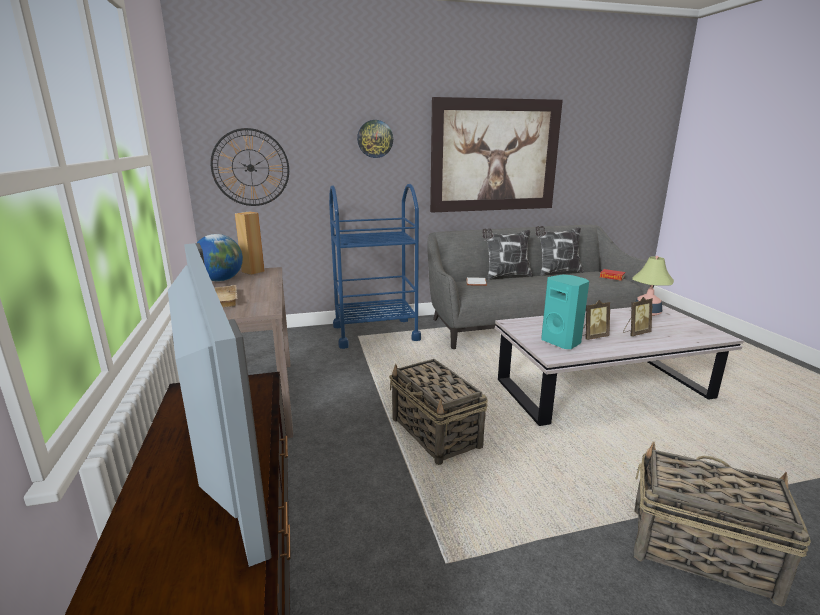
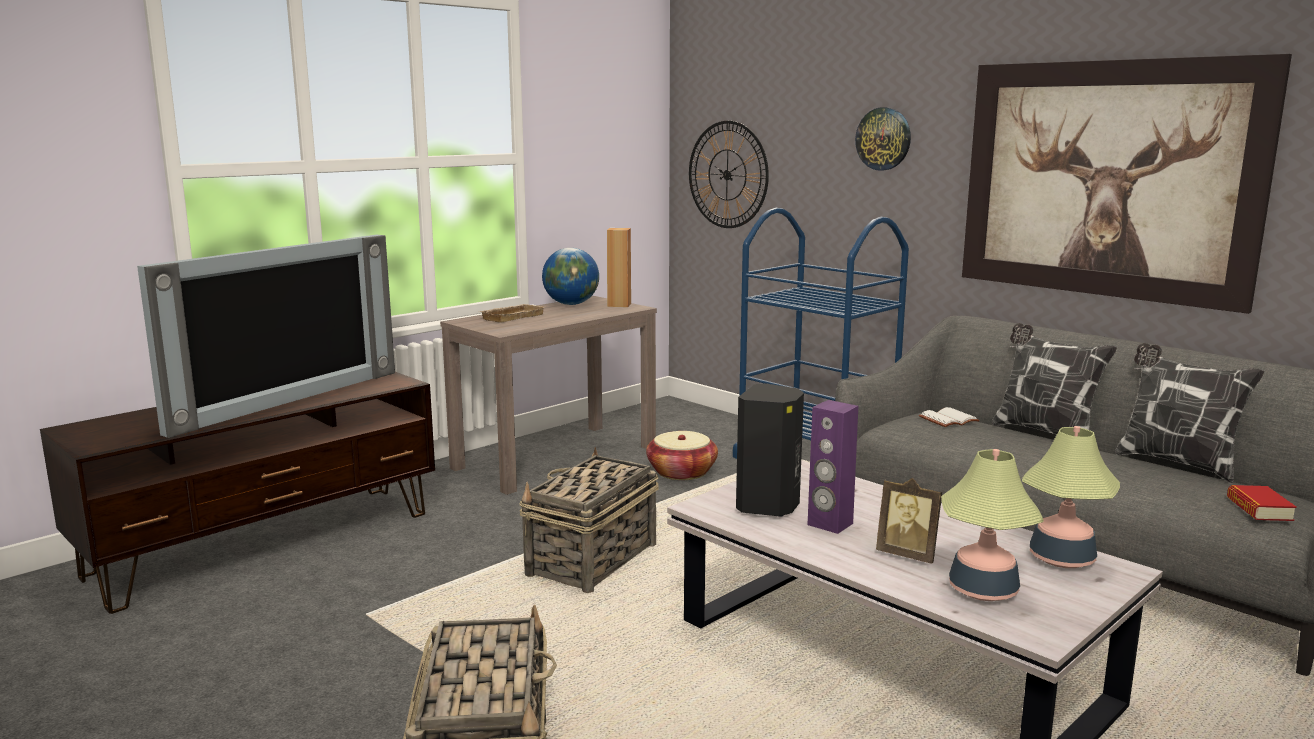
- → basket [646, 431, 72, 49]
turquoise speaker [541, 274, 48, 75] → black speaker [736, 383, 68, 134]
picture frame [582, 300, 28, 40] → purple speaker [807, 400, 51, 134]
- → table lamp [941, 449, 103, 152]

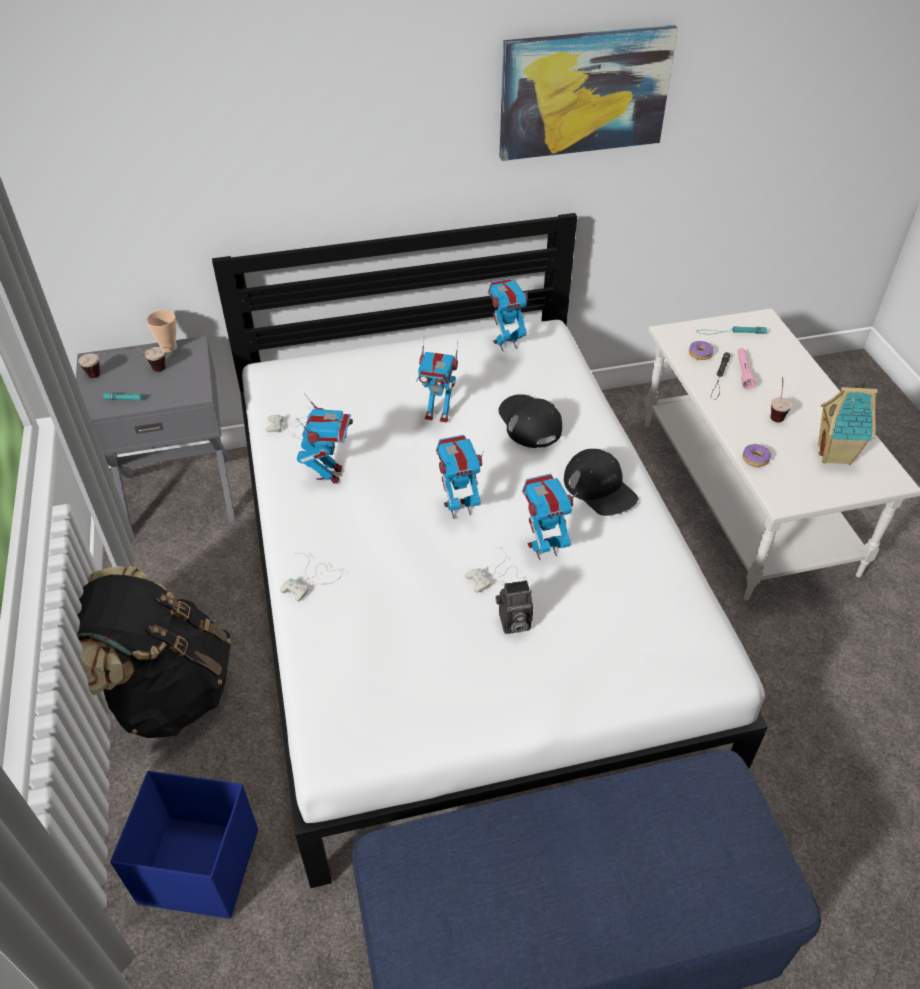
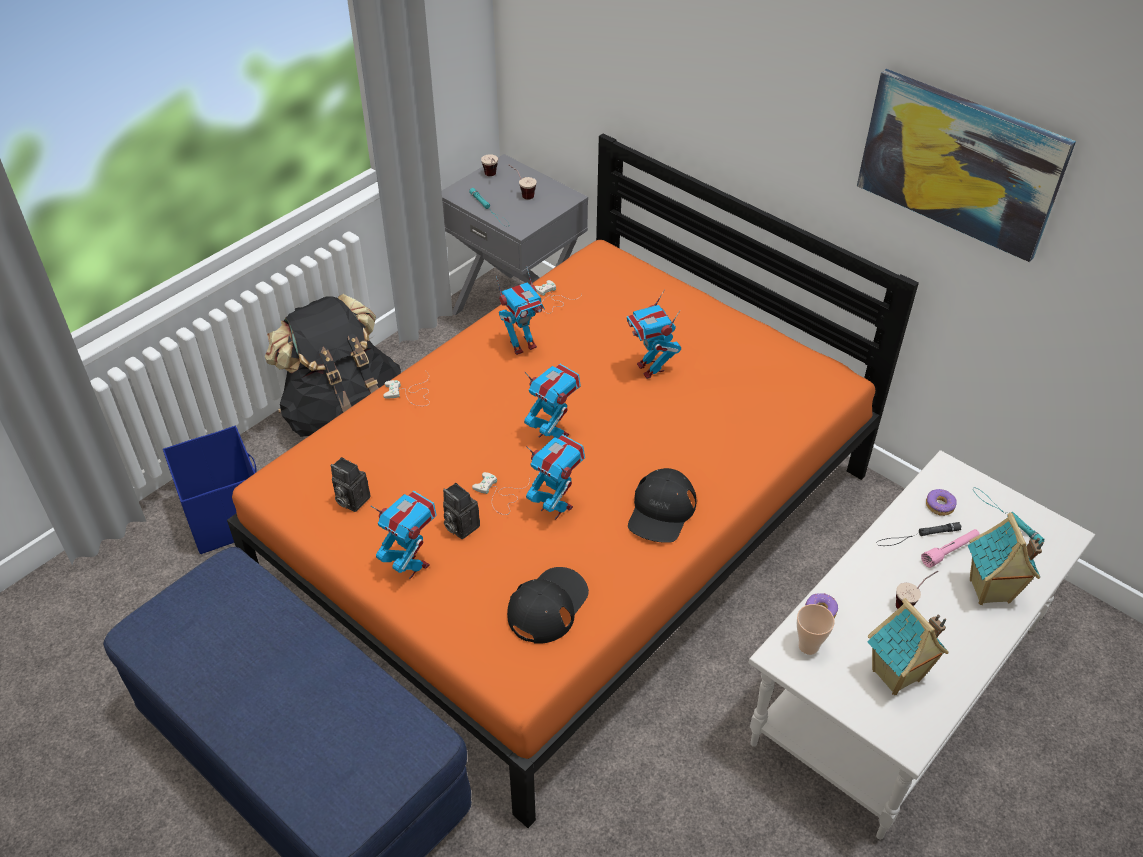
white bed [212, 213, 556, 675] → orange bed [227, 133, 692, 695]
- → photo camera [331, 457, 39, 55]
toy robot [488, 278, 43, 74] → toy robot [371, 491, 66, 88], moved
black cap [499, 394, 63, 54] → black cap [507, 567, 82, 77], moved
cup [146, 310, 31, 43] → cup [797, 604, 38, 51], moved
- → toy house [968, 512, 76, 93]

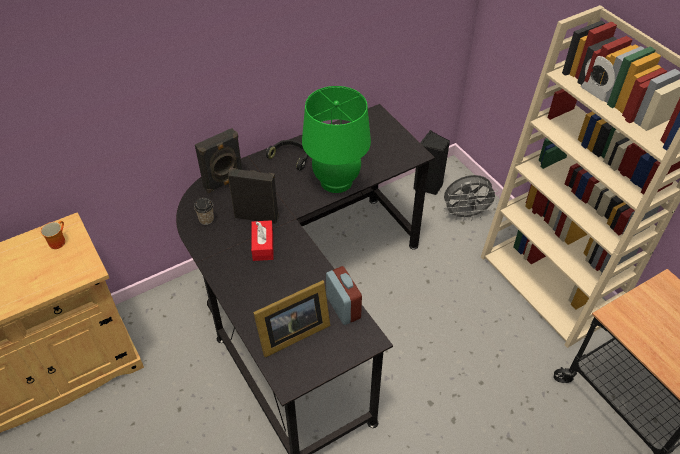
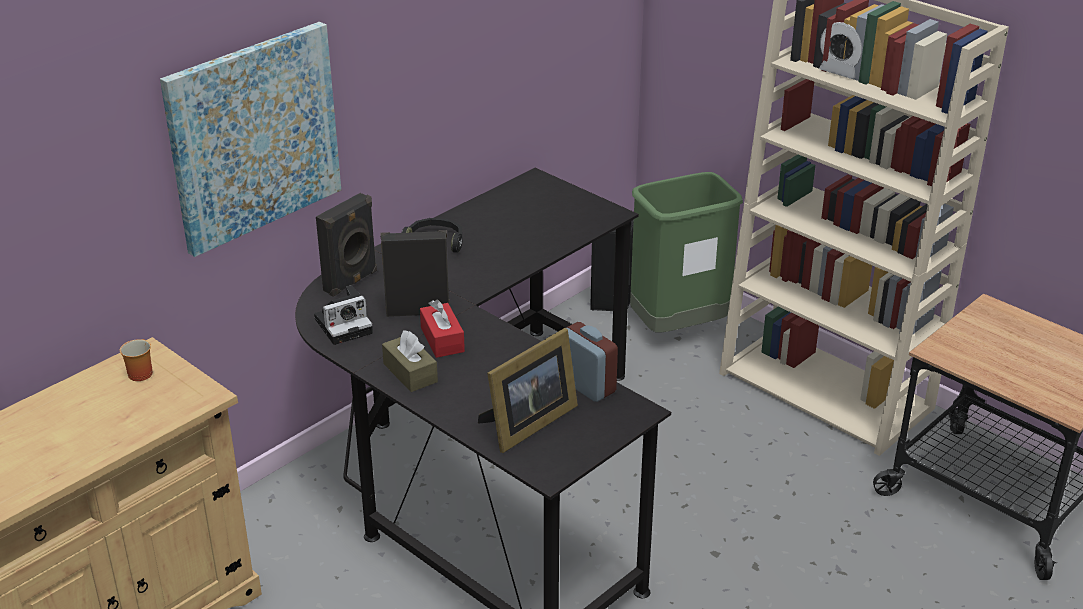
- → picture [160, 22, 181, 235]
cup [194, 198, 20, 27] → photo camera [314, 285, 59, 60]
- → brown tissue box [382, 330, 56, 62]
grey fan [443, 175, 56, 46] → green trash can [630, 172, 113, 160]
green table lamp [302, 86, 69, 107] → -

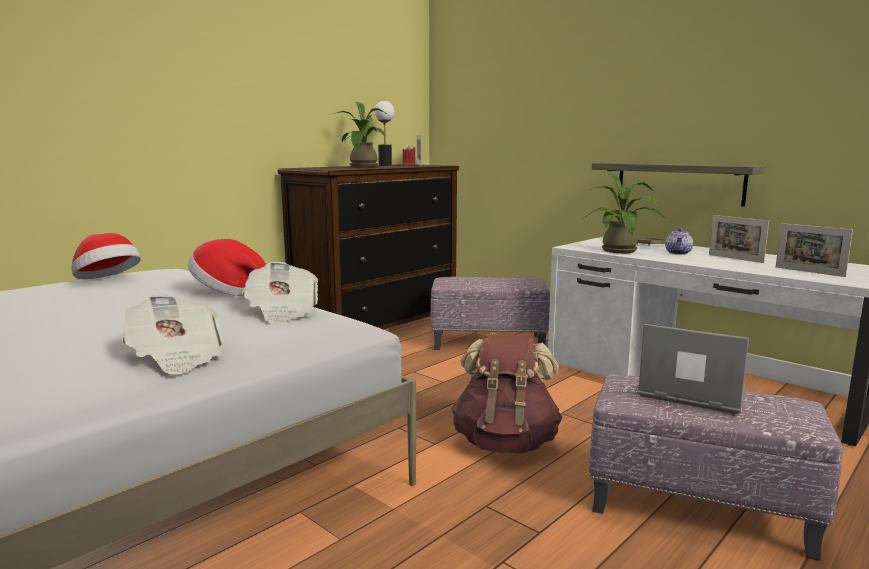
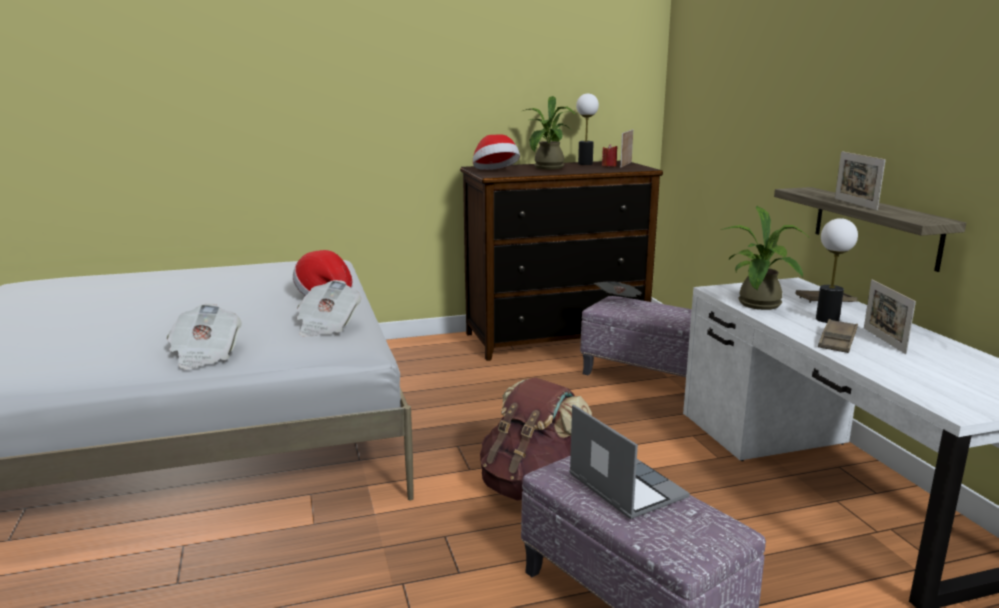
hat [71, 233, 70, 46] → hat [473, 134, 47, 36], moved
- → newspaper [594, 281, 48, 16]
teapot [665, 228, 28, 27] → table lamp [816, 218, 42, 105]
- → brown tray [818, 319, 40, 34]
picture frame [776, 223, 77, 54] → picture frame [835, 151, 51, 59], moved

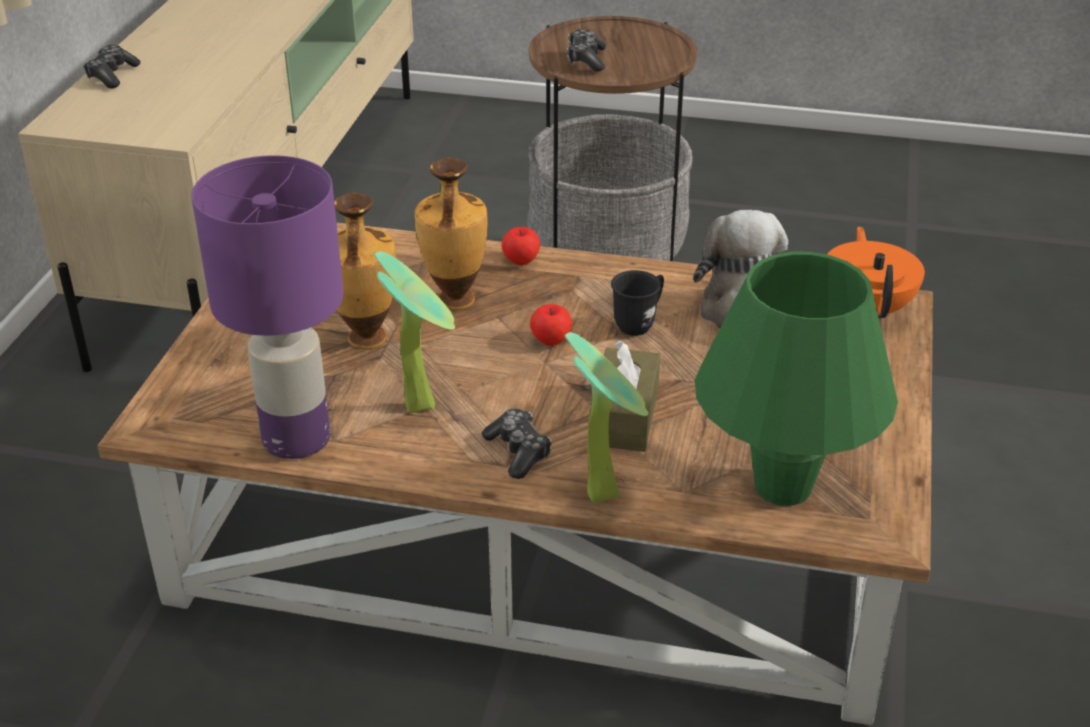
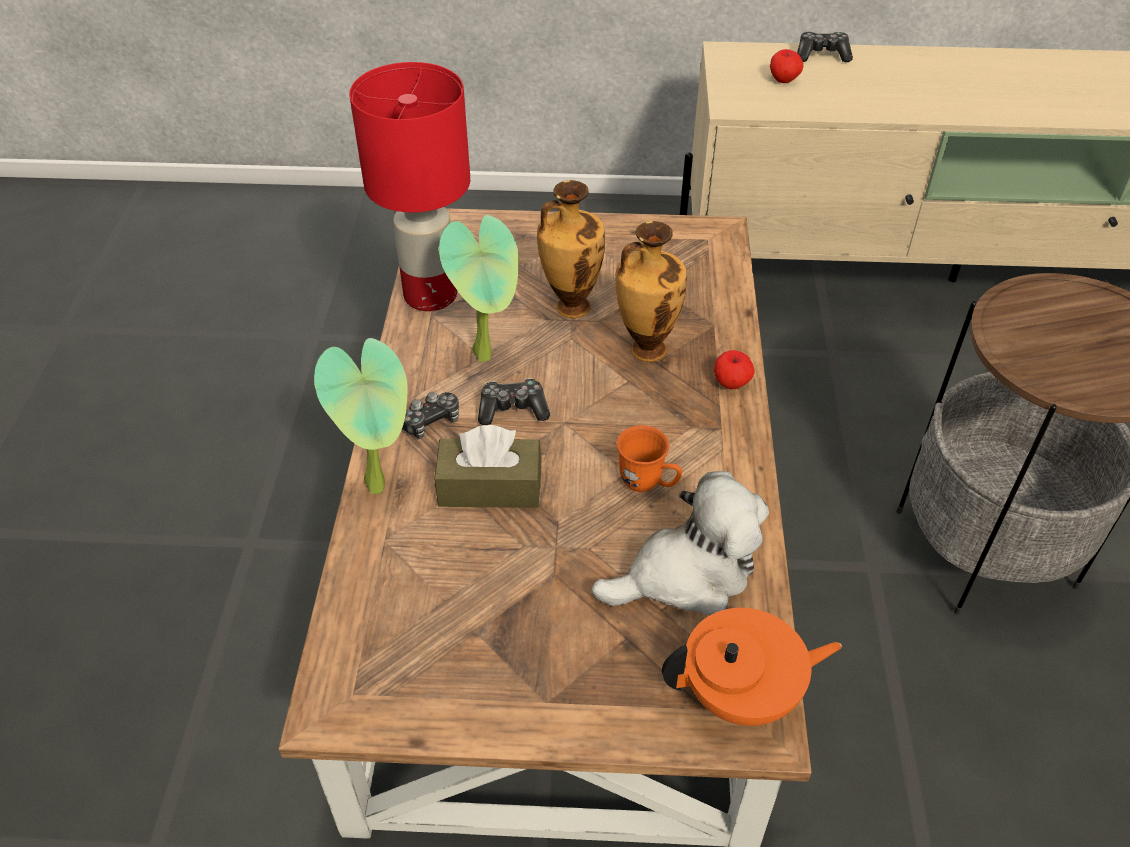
purple table lamp [192, 155, 152, 304] → red table lamp [349, 62, 121, 249]
game controller [566, 29, 40, 43] → game controller [478, 378, 72, 47], moved
black mug [611, 270, 53, 66] → orange mug [617, 425, 65, 67]
apple [530, 304, 42, 42] → apple [770, 49, 33, 34], moved
green table lamp [695, 251, 203, 255] → -

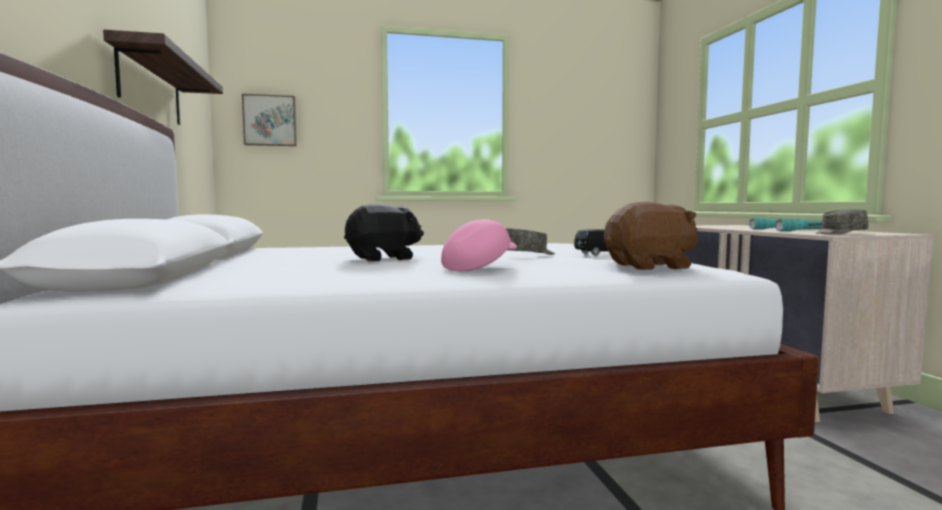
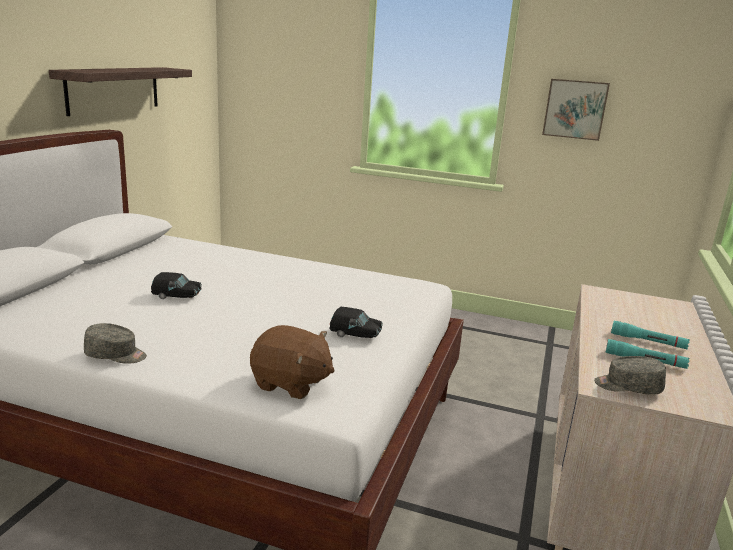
grey cap [505, 228, 50, 27] → grey cap [84, 323, 63, 41], moved
black plush toy [344, 204, 80, 58] → black toy car [151, 272, 51, 27]
picture [242, 94, 55, 52] → picture [542, 79, 68, 62], moved
pink cap [441, 219, 76, 52] → -

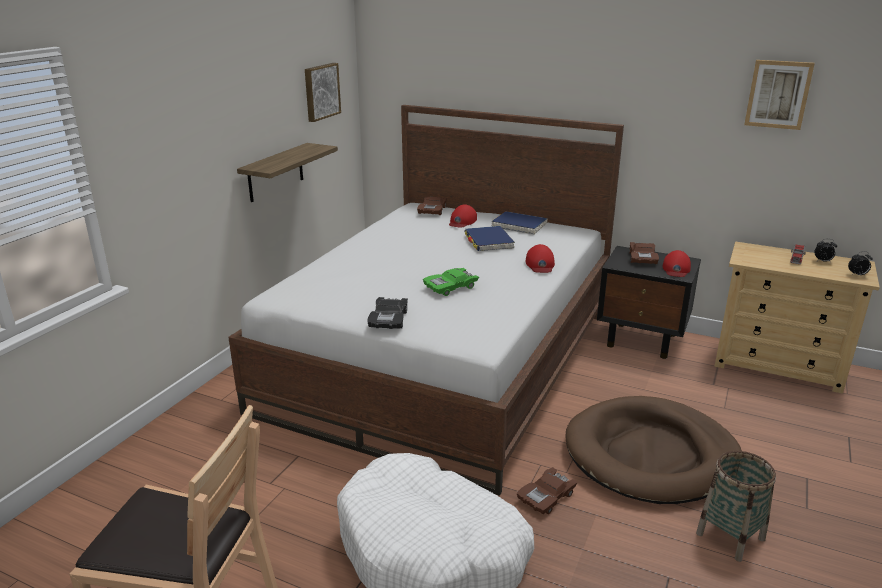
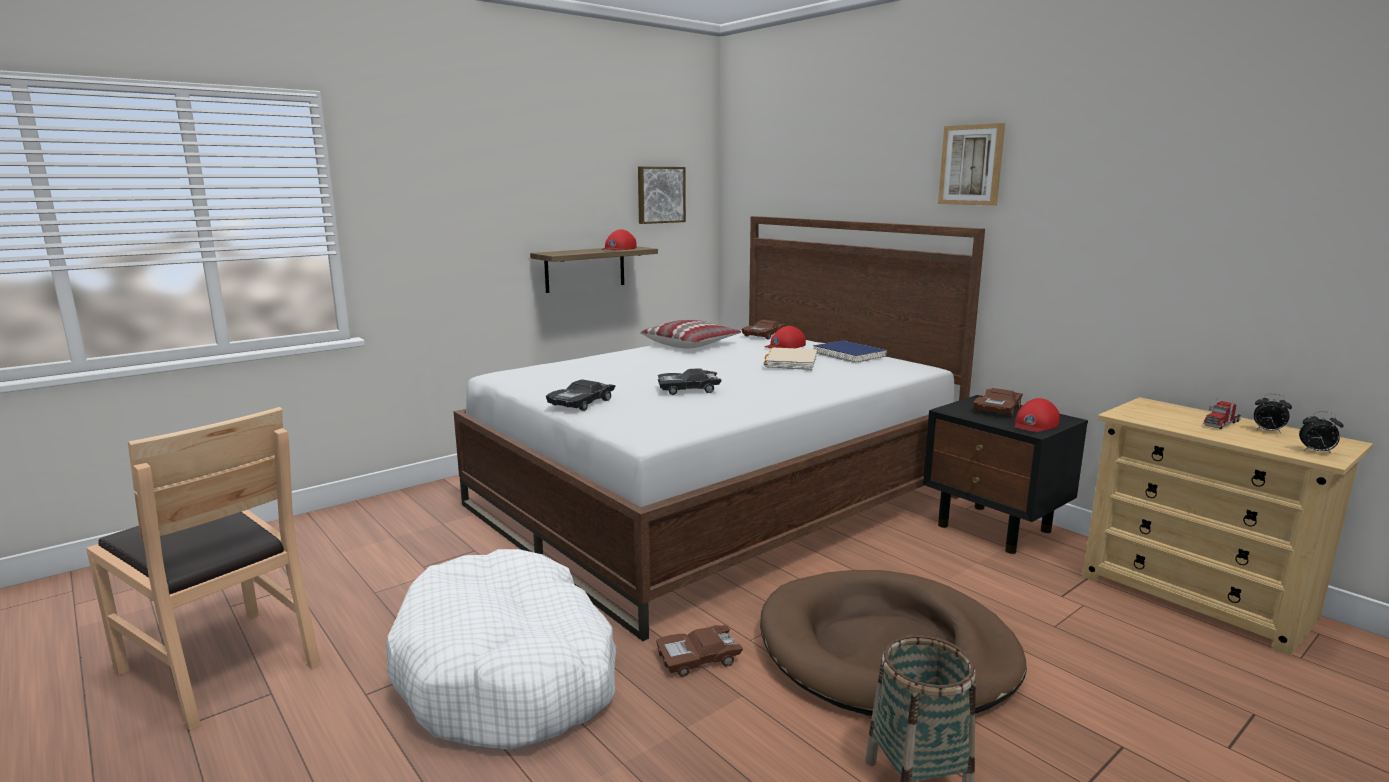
red cap [526, 244, 29, 29] → red cap [602, 229, 35, 21], moved
- → pillow [640, 320, 101, 28]
green toy car [423, 268, 56, 28] → black toy car [658, 369, 64, 26]
blue book [464, 226, 51, 25] → beige book [764, 348, 53, 23]
picture [744, 60, 71, 70] → picture [938, 123, 67, 83], moved

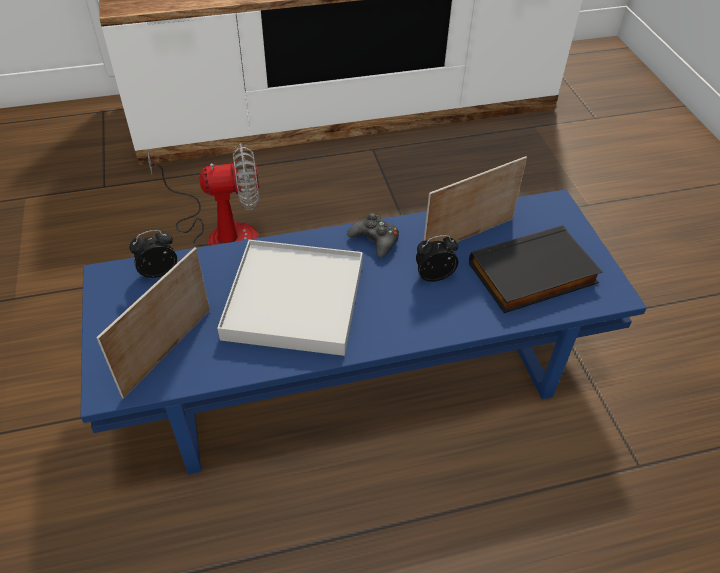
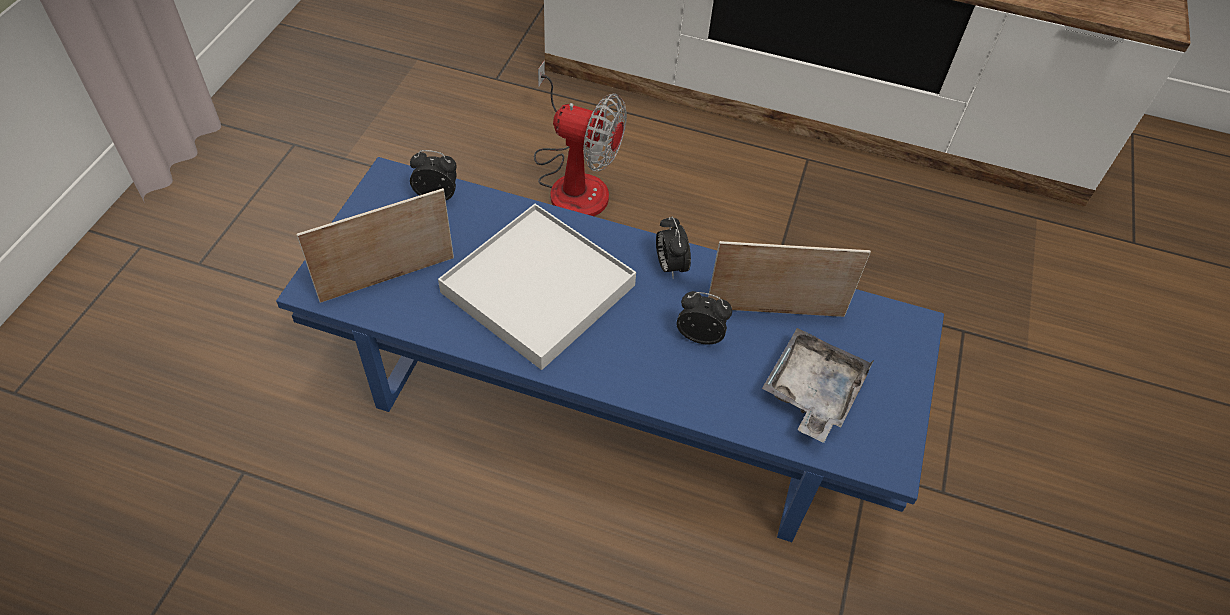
black game controller [347, 213, 52, 45] → alarm clock [656, 217, 35, 62]
black book [469, 225, 133, 88] → grey tray [762, 328, 112, 115]

